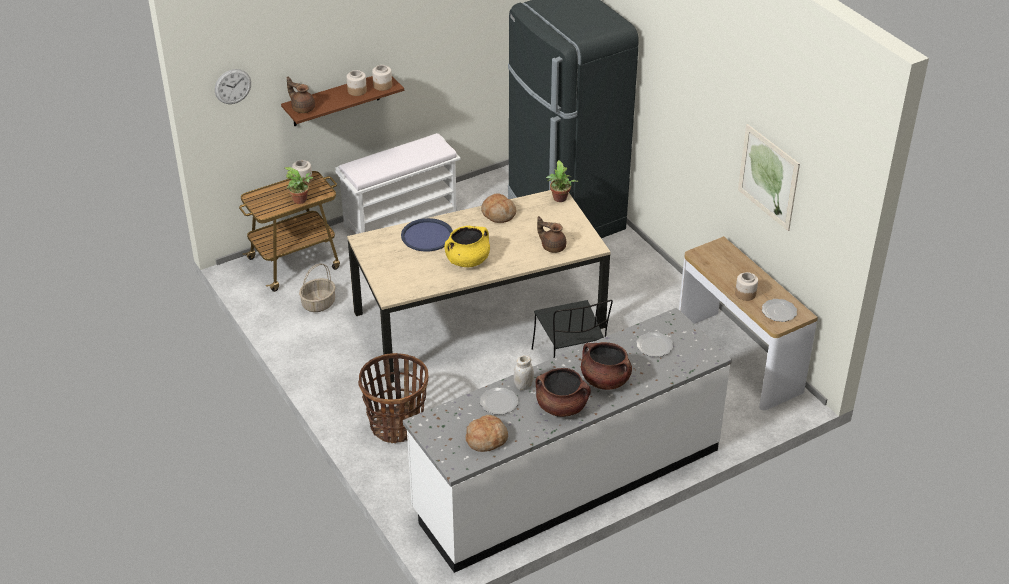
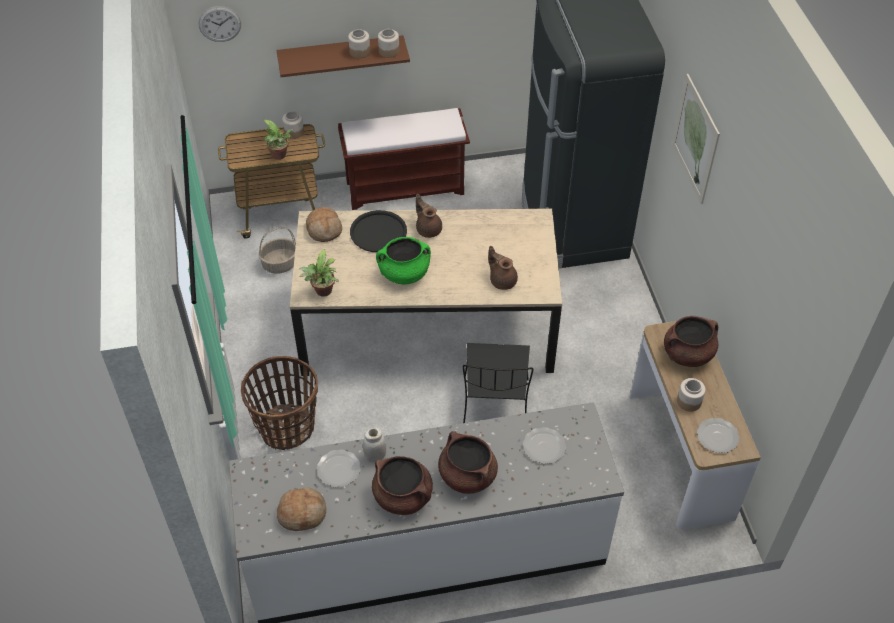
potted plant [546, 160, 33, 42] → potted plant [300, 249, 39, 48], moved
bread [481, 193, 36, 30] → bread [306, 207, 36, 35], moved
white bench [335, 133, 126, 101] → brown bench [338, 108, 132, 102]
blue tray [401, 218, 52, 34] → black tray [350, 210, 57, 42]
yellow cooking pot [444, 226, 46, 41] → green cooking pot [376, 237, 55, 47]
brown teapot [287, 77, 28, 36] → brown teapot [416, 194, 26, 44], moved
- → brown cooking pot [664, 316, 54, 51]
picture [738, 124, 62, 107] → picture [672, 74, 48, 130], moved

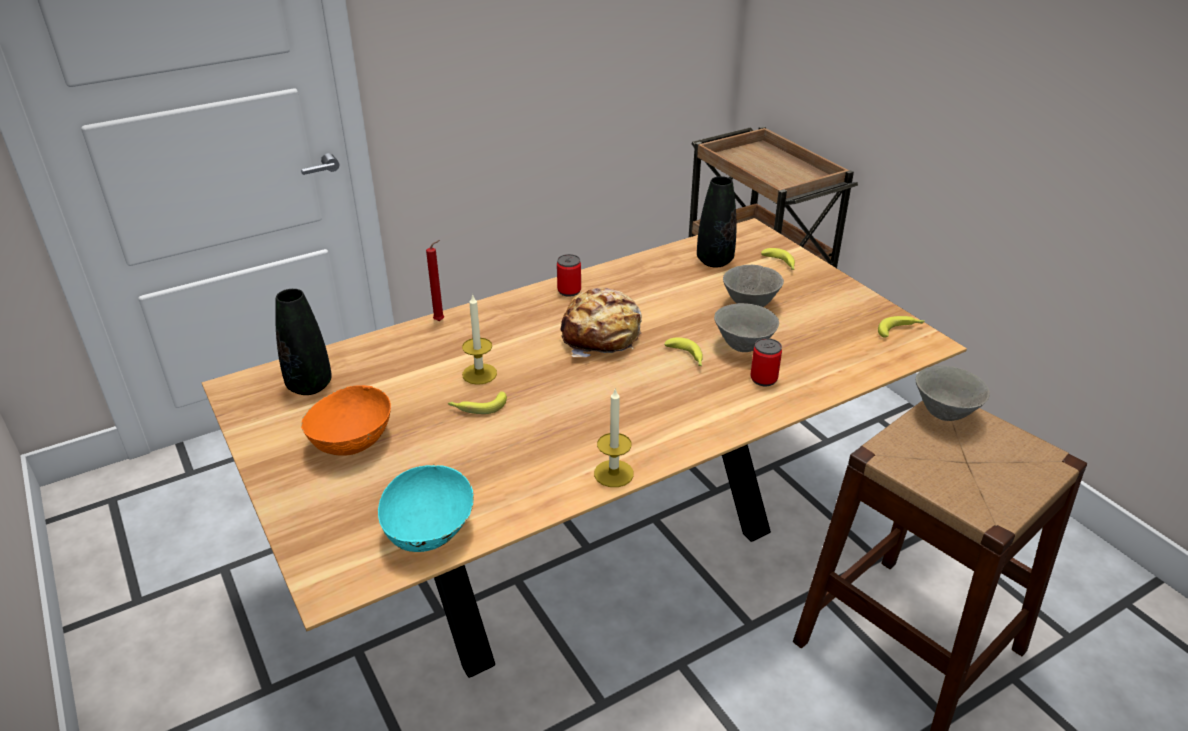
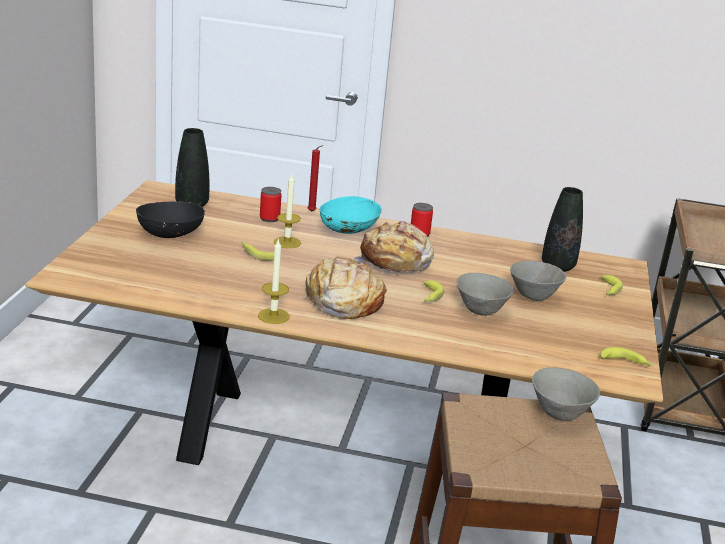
orange bowl [301, 385, 90, 71] → black bowl [136, 201, 69, 37]
can [750, 338, 32, 48] → can [260, 187, 22, 35], moved
- → bread [304, 256, 83, 63]
turquoise bowl [378, 464, 96, 88] → turquoise bowl [320, 196, 62, 38], moved

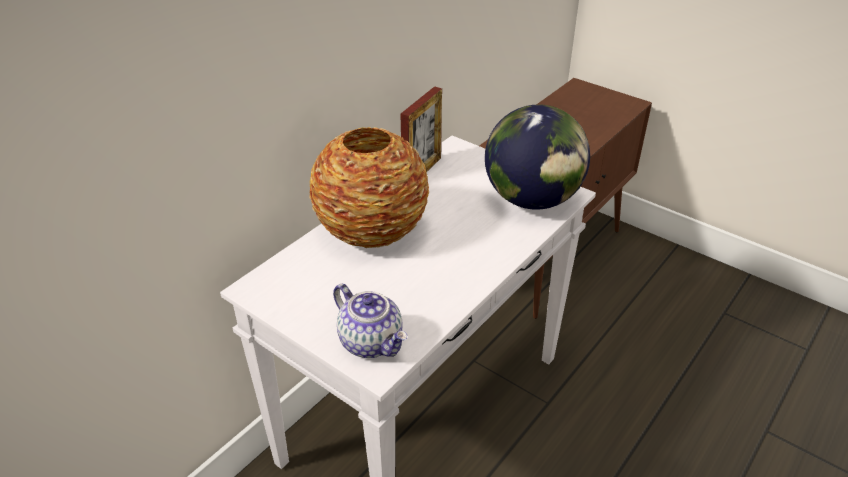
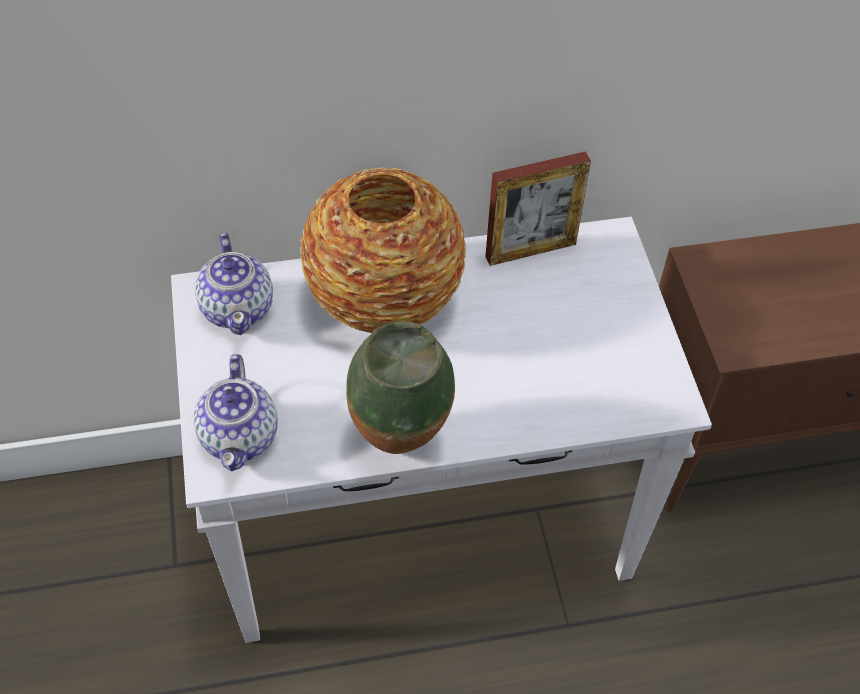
- → teapot [195, 233, 78, 102]
- → vase [346, 322, 109, 132]
globe [485, 104, 105, 106] → -

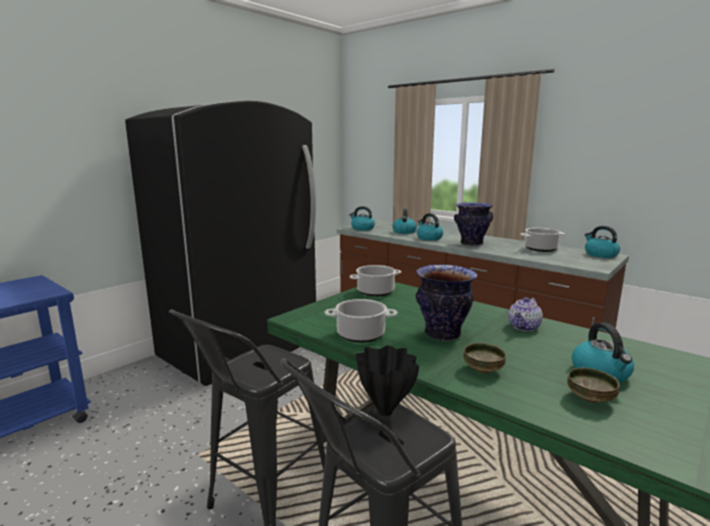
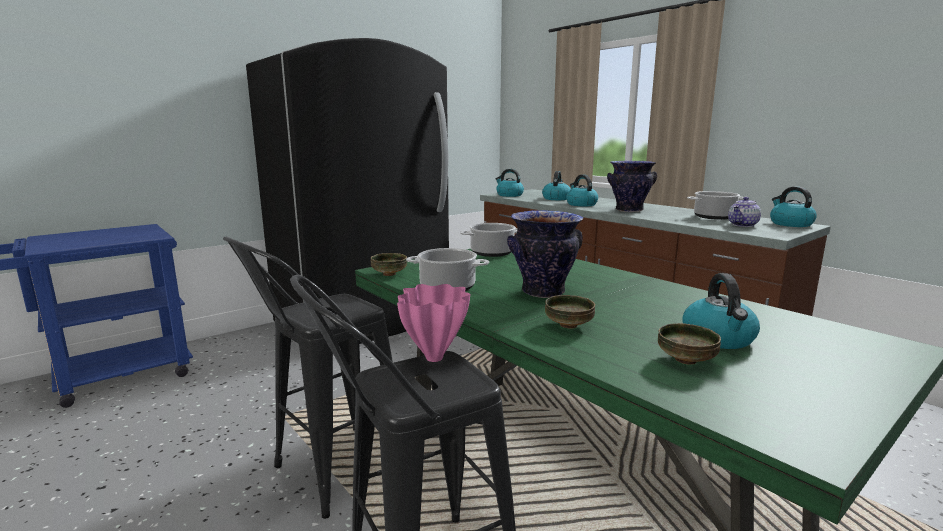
- → bowl [371, 253, 36, 23]
black vase [356, 346, 63, 70] → pink vase [397, 284, 73, 78]
teapot [508, 297, 35, 34] → teapot [728, 197, 33, 30], moved

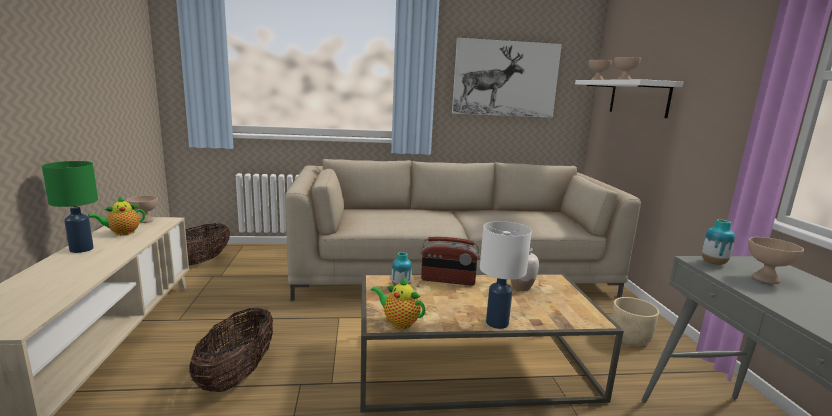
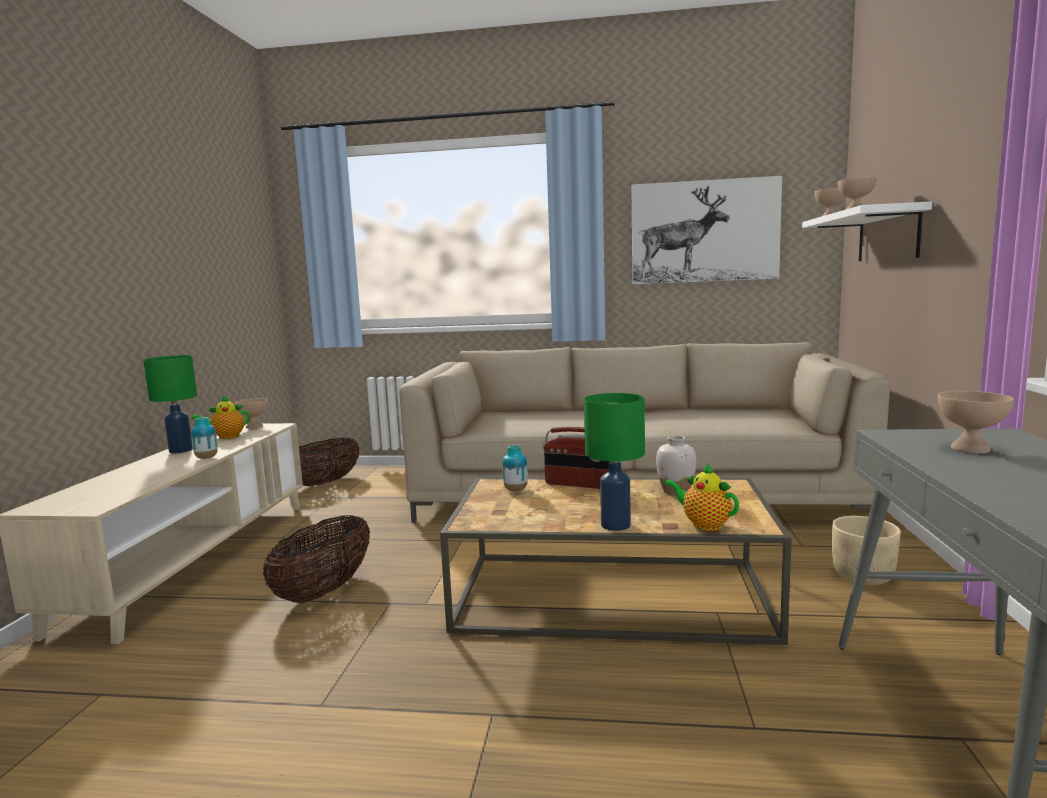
vase [702, 219, 33, 46] → vase [191, 417, 27, 42], moved
white table lamp [480, 221, 52, 108] → green table lamp [584, 393, 61, 138]
teapot [371, 277, 54, 52] → teapot [664, 462, 75, 69], moved

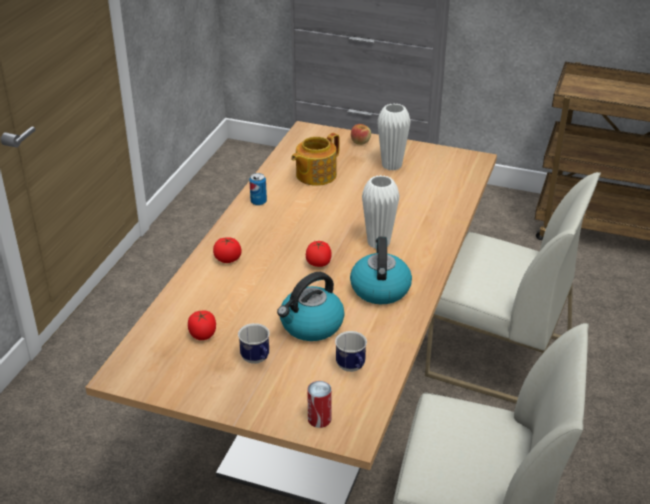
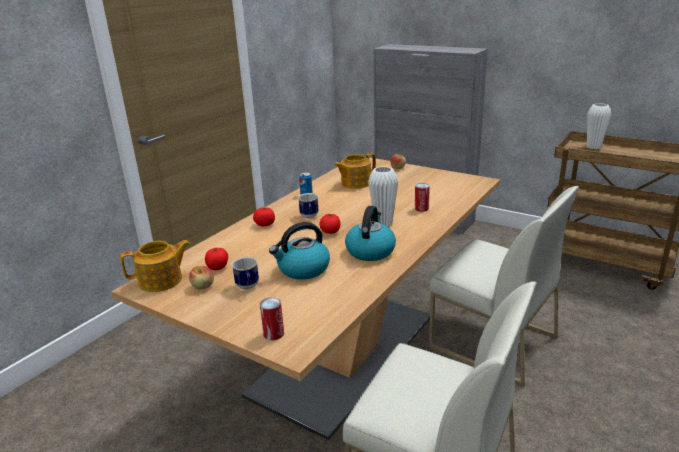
- → teapot [120, 240, 71, 52]
- → apple [189, 266, 25, 23]
mug [335, 331, 32, 41] → mug [298, 193, 20, 26], moved
- → can [415, 183, 15, 29]
white vase [377, 103, 34, 68] → white vase [587, 103, 24, 46], moved

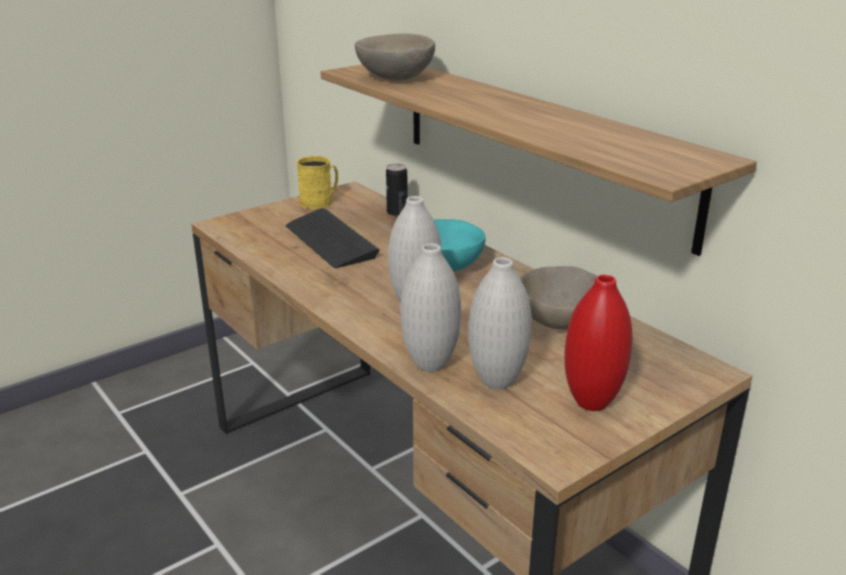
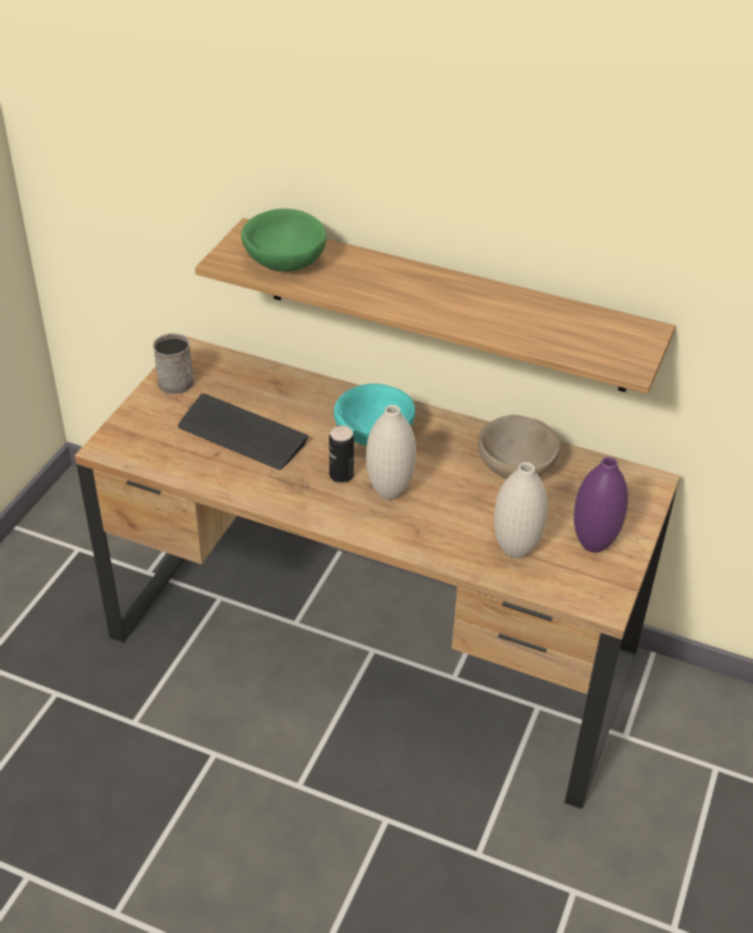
yellow mug [297, 156, 41, 53] → grey mug [153, 333, 41, 61]
beige bowl [355, 33, 80, 47] → green bowl [241, 209, 85, 63]
can [386, 164, 22, 52] → can [329, 425, 25, 58], moved
red vase [564, 275, 69, 136] → purple vase [574, 457, 54, 96]
white vase [401, 243, 60, 129] → -

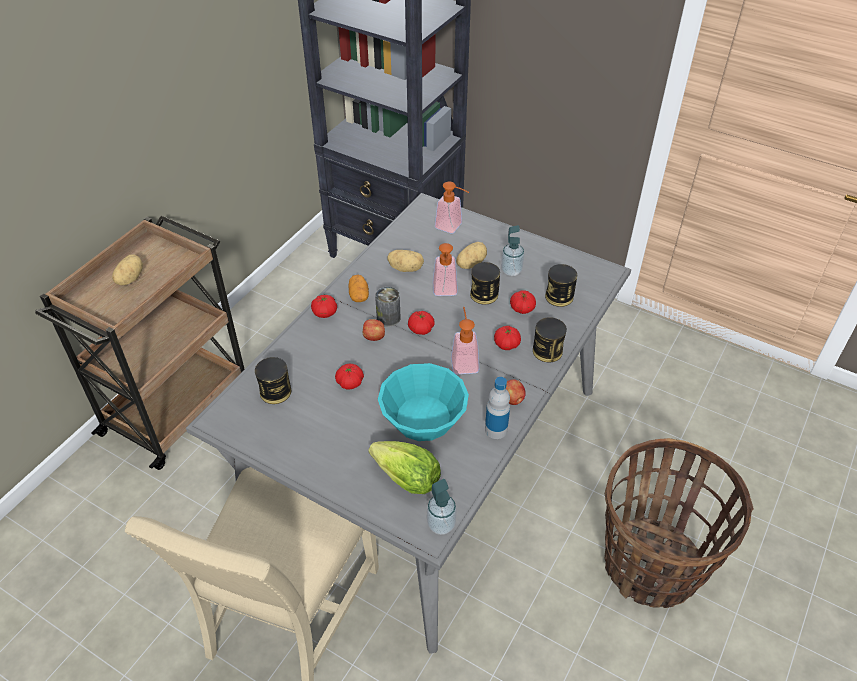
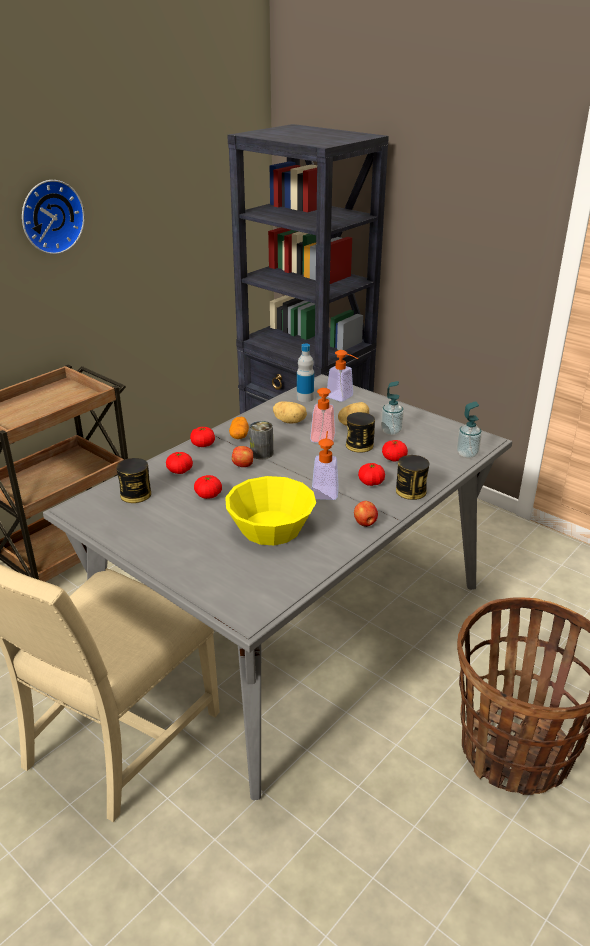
- → wall clock [22, 180, 63, 74]
tomato [408, 311, 26, 24] → tomato [166, 452, 27, 22], moved
turquoise bowl [378, 363, 91, 78] → yellow bowl [225, 476, 91, 69]
bottle [485, 377, 25, 62] → bottle [297, 344, 17, 58], moved
soap dispenser [427, 479, 29, 56] → soap dispenser [457, 401, 25, 57], moved
potato [112, 254, 31, 31] → -
lettuce [368, 441, 73, 53] → -
can [545, 264, 32, 43] → -

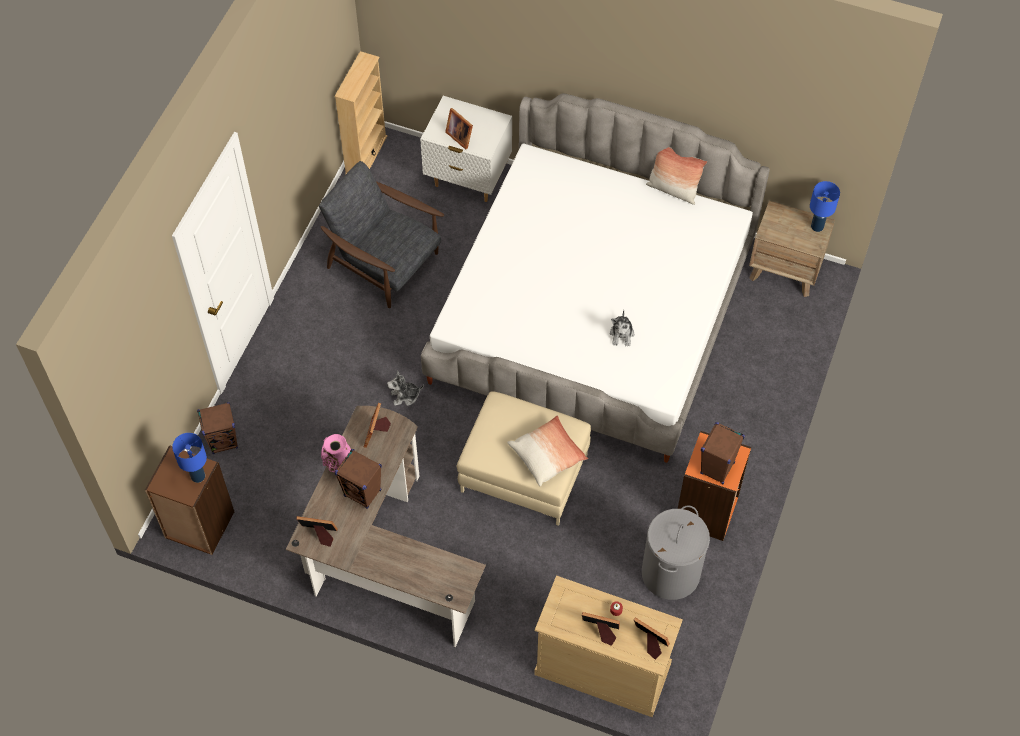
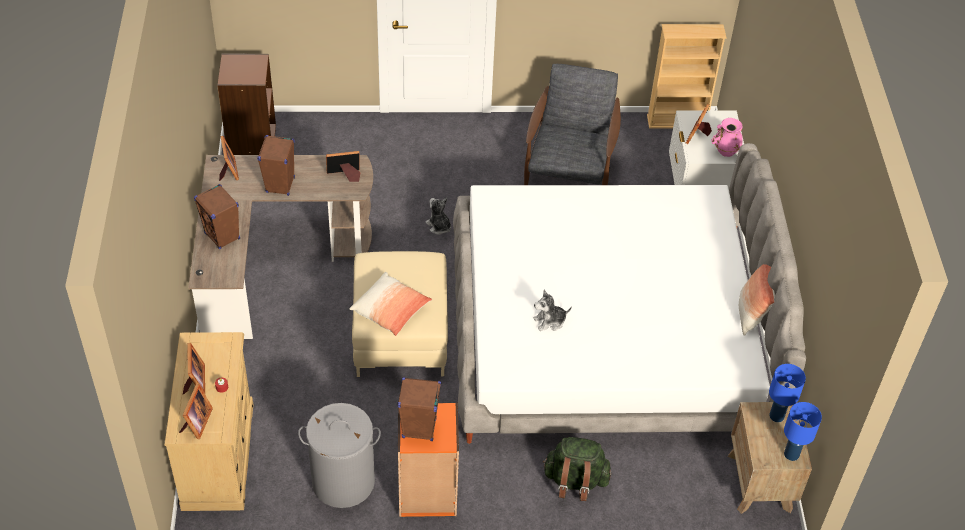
brown speaker [197, 402, 41, 52] → brown speaker [194, 184, 46, 65], moved
- → green backpack [543, 437, 68, 64]
pink vase [321, 434, 30, 38] → pink vase [712, 118, 31, 39], moved
blue table lamp [172, 433, 35, 50] → blue table lamp [769, 364, 37, 58], moved

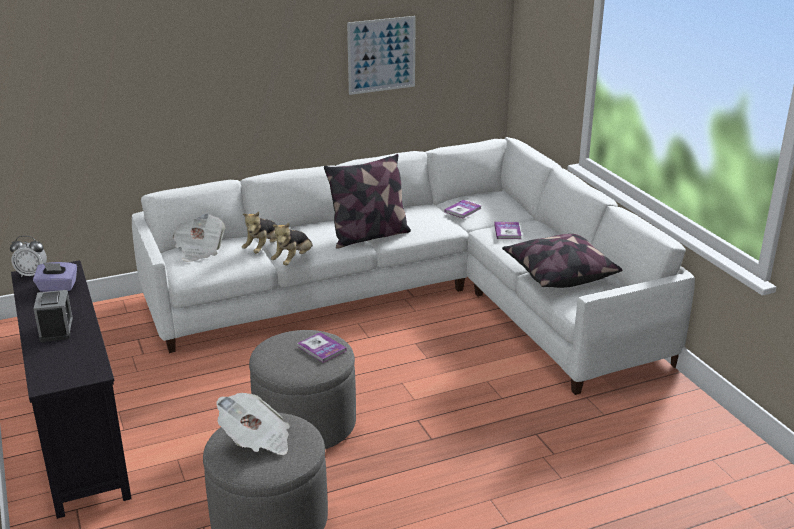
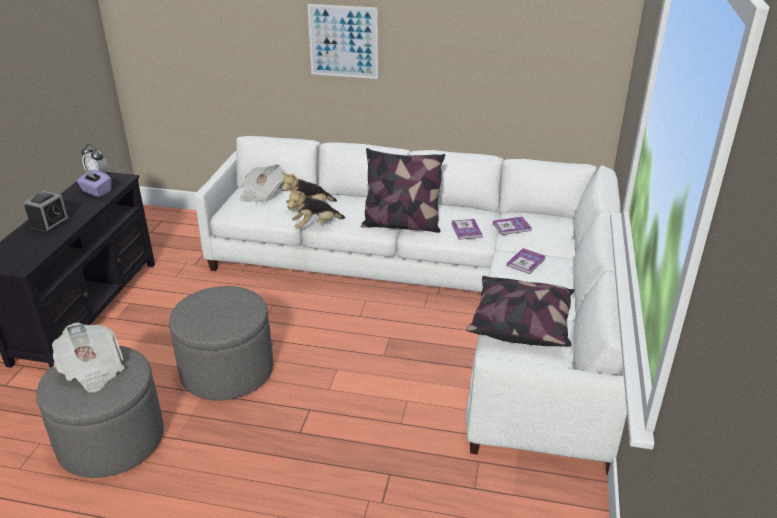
picture [347, 16, 69, 79] → picture [307, 4, 71, 75], moved
book [298, 332, 49, 31] → book [451, 219, 32, 21], moved

